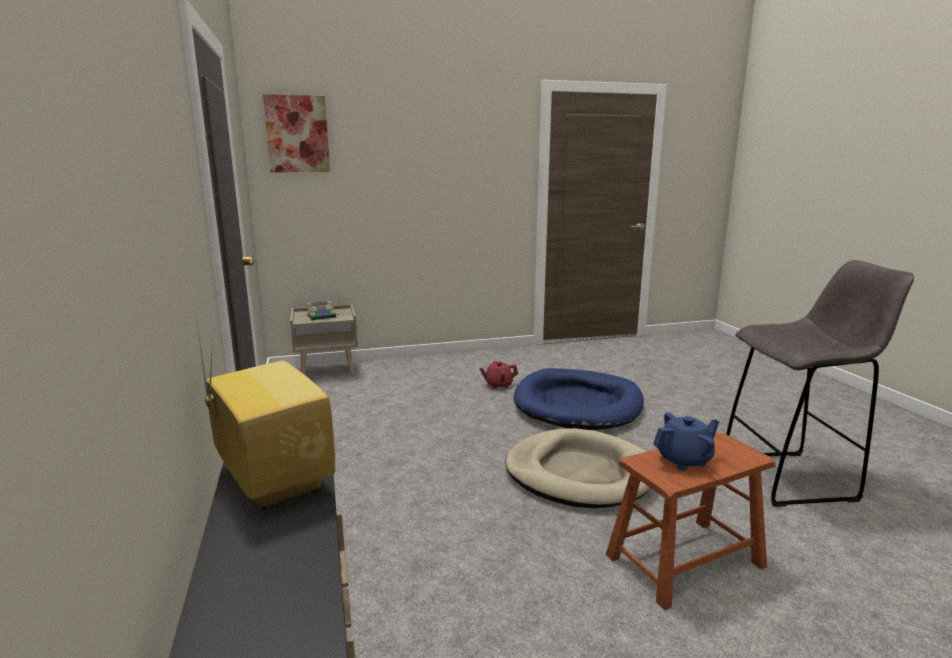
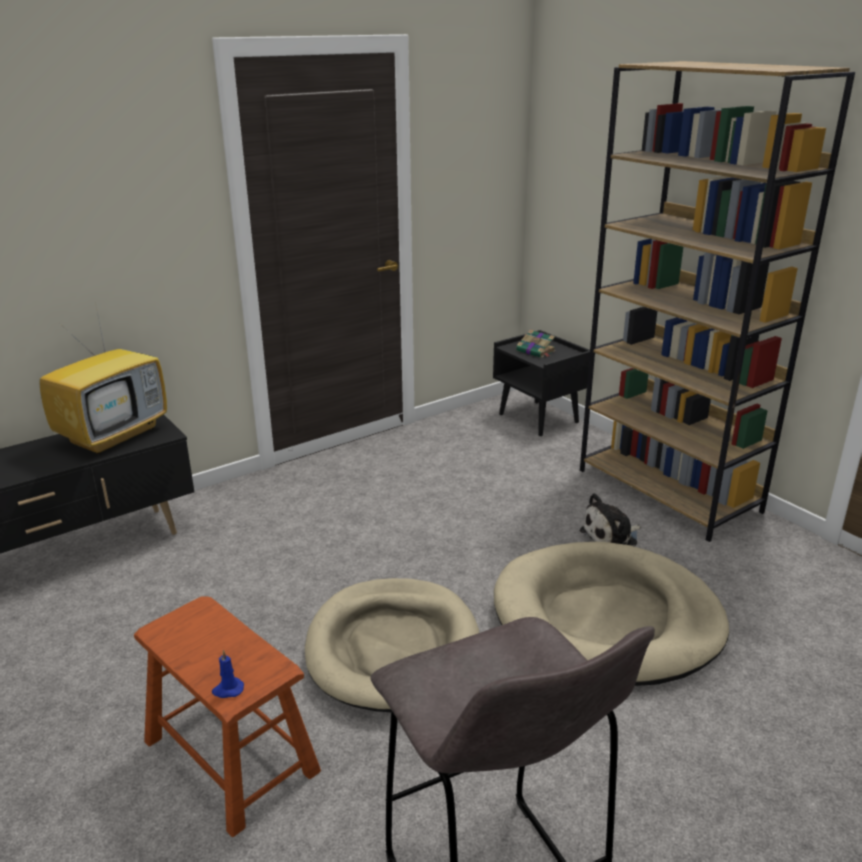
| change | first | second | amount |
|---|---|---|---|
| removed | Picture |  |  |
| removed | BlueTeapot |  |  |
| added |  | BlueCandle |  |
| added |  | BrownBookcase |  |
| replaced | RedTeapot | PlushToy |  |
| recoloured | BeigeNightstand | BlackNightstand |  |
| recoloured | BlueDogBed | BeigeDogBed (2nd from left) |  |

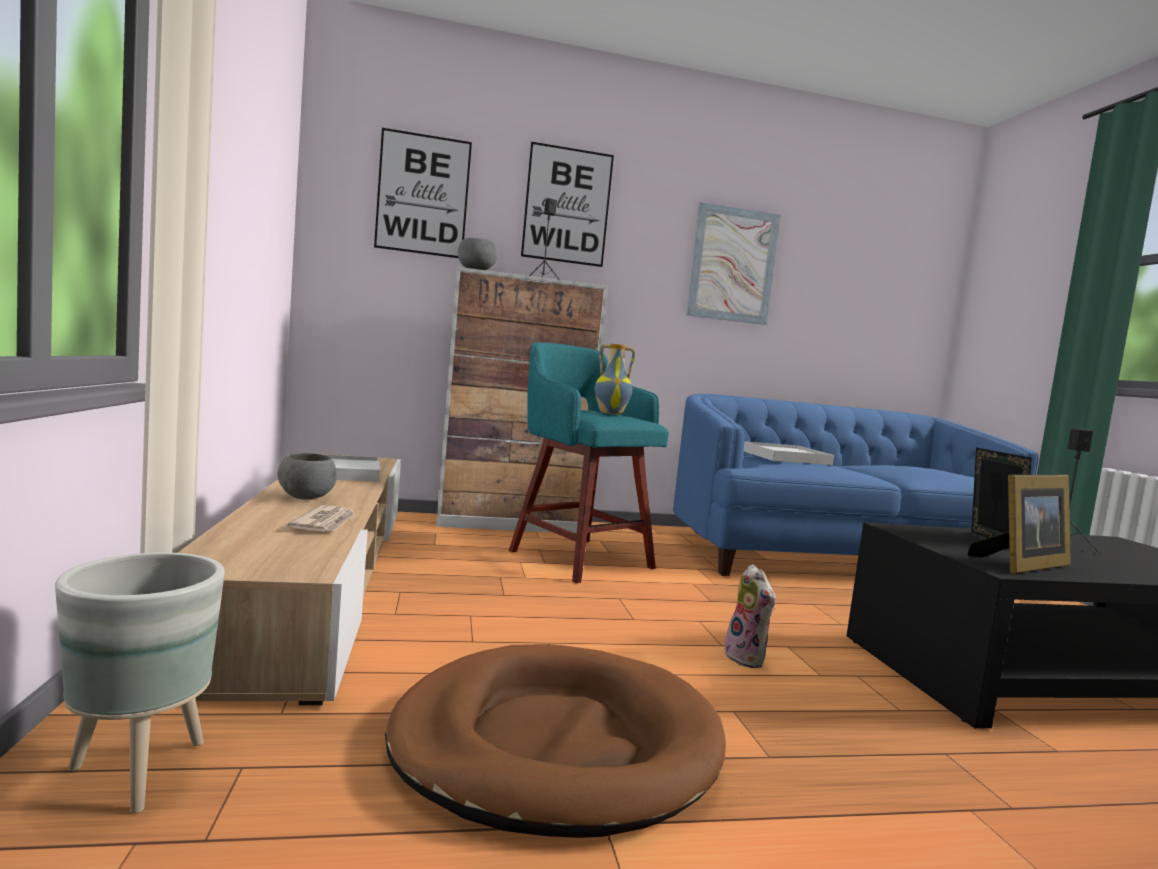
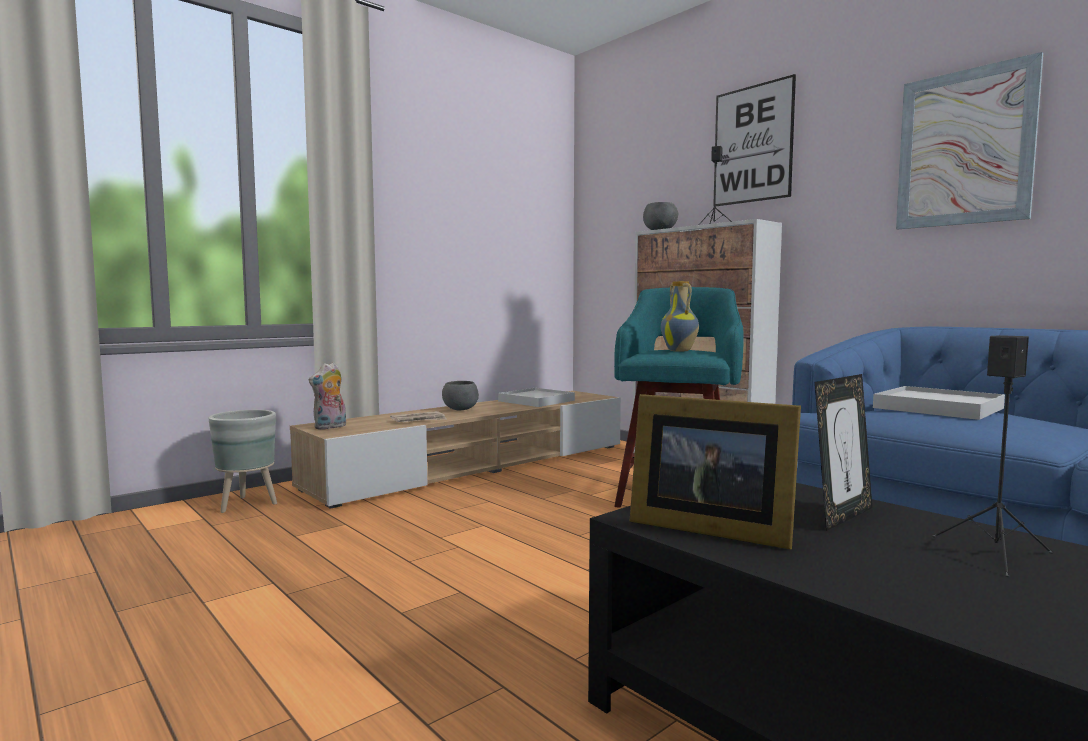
| change | first | second | amount |
|---|---|---|---|
| removed | Picture (1st from left) |  |  |
| removed | BrownDogBed |  |  |
| moved | PlushToy |  |  |

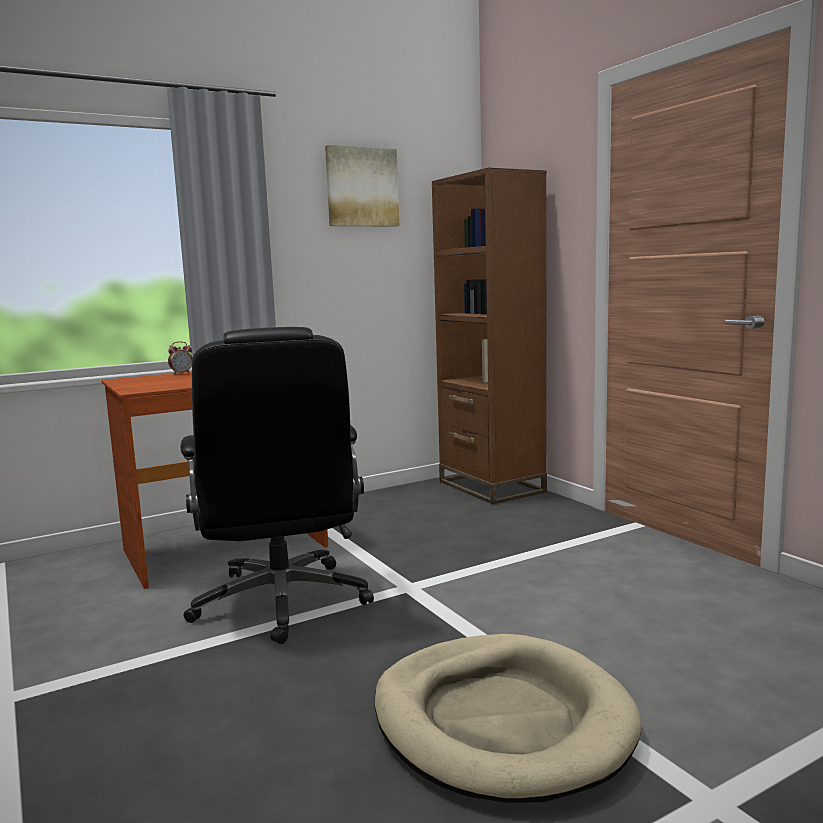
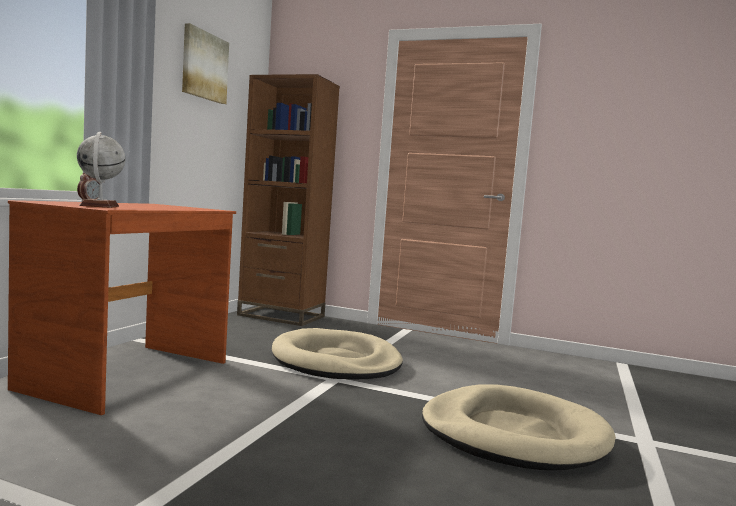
| change | first | second | amount |
|---|---|---|---|
| removed | BlackOfficeChair |  |  |
| added |  | Globe |  |
| added |  | BeigeDogBed (1st from left) |  |

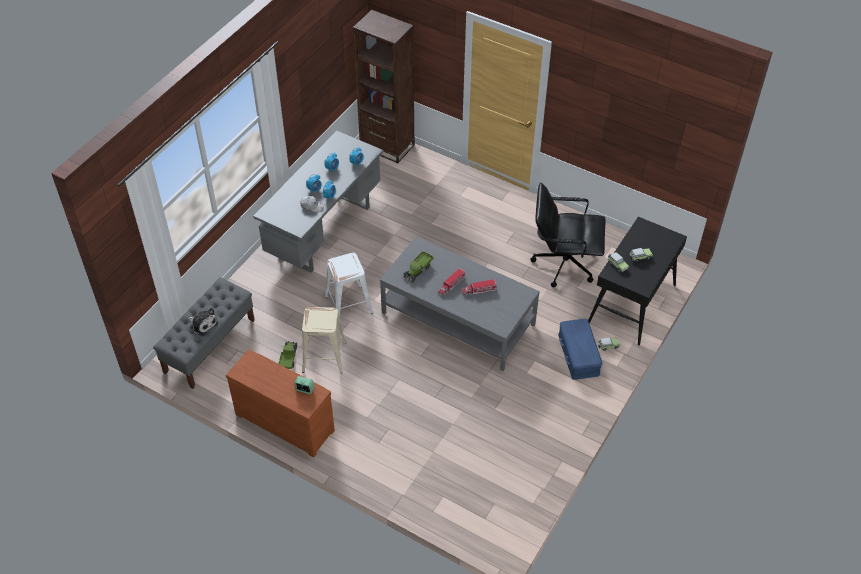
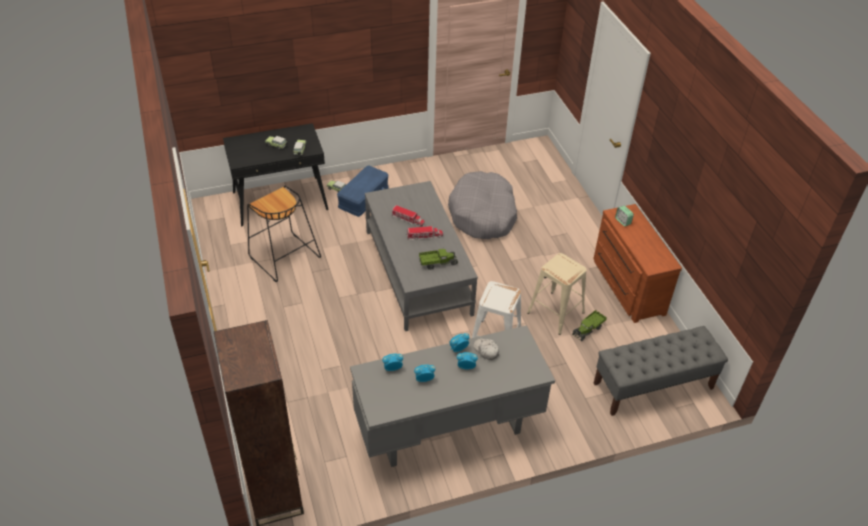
| change | first | second | amount |
|---|---|---|---|
| removed | PlushToy |  |  |
| added |  | GreyDogBed |  |
| replaced | BlackOfficeChair | BlackStool |  |

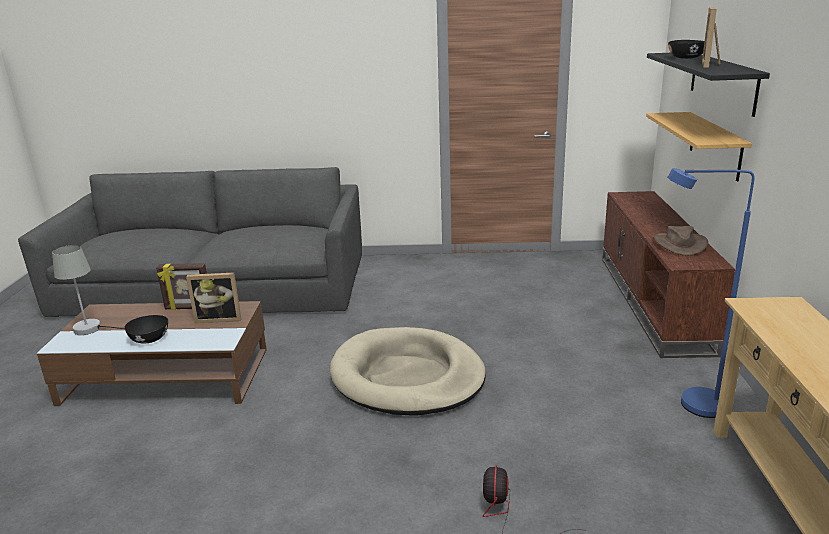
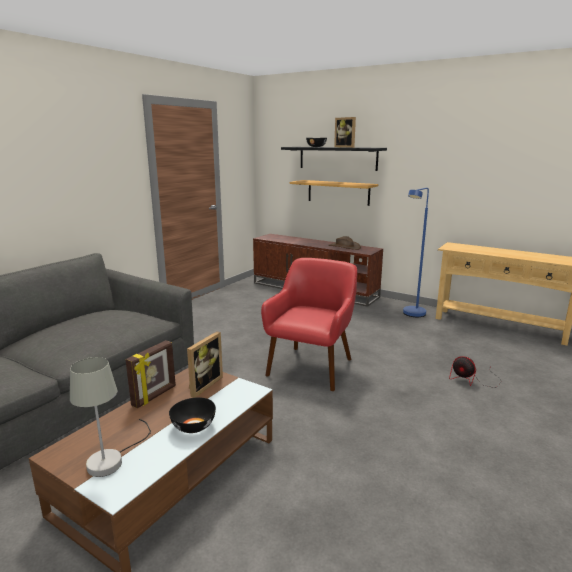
| change | first | second | amount |
|---|---|---|---|
| replaced | BeigeDogBed | RedArmchair |  |

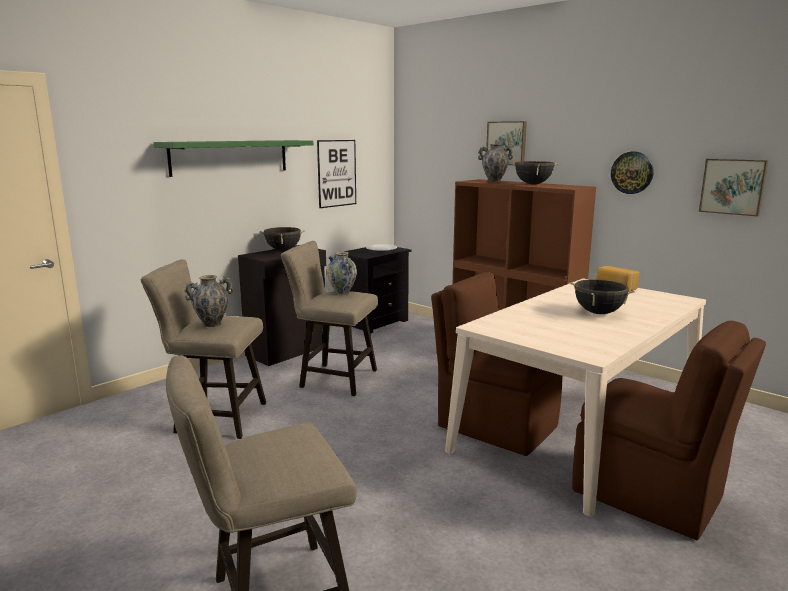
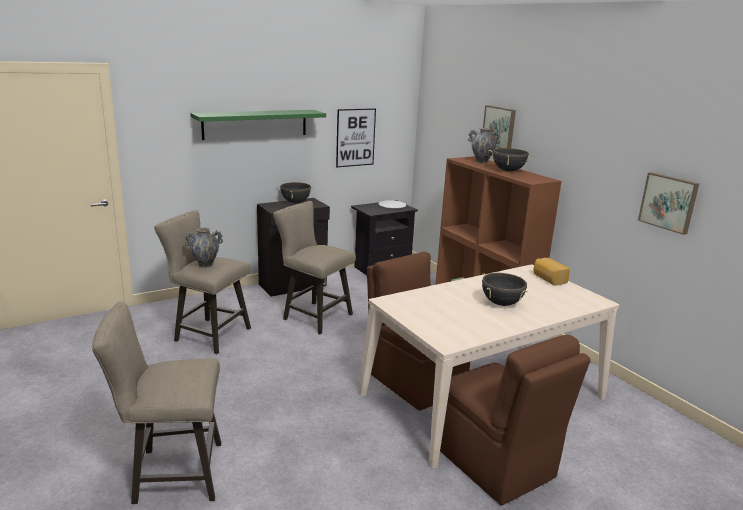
| change | first | second | amount |
|---|---|---|---|
| removed | Vase (2nd from left) |  |  |
| removed | WallClock |  |  |

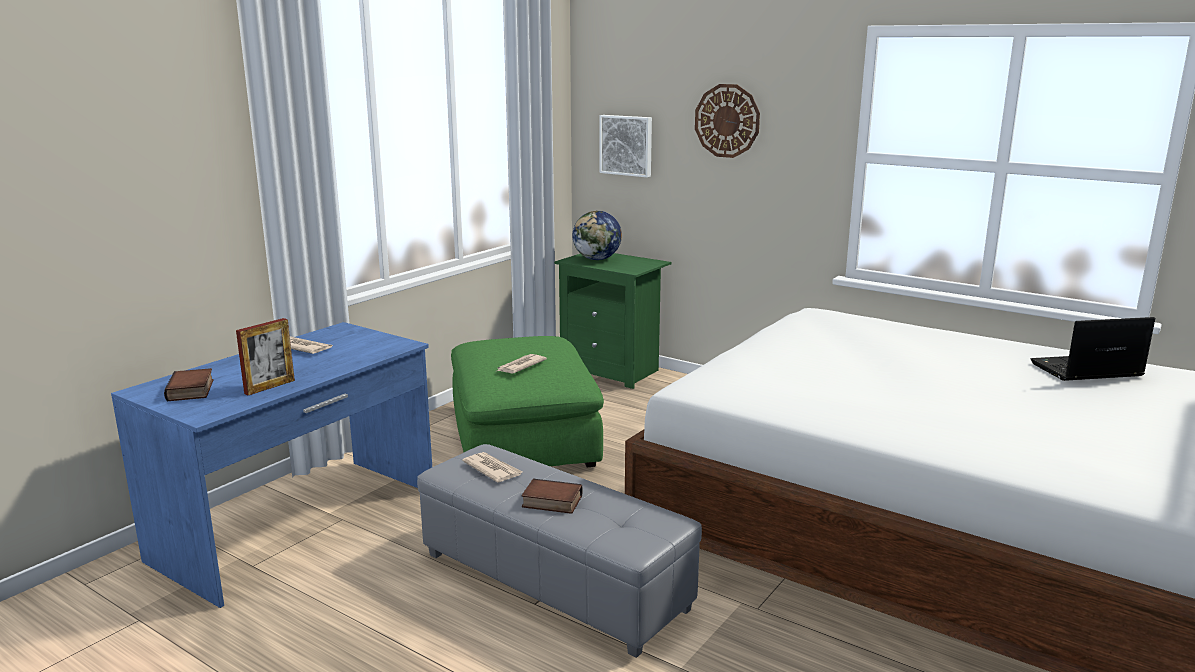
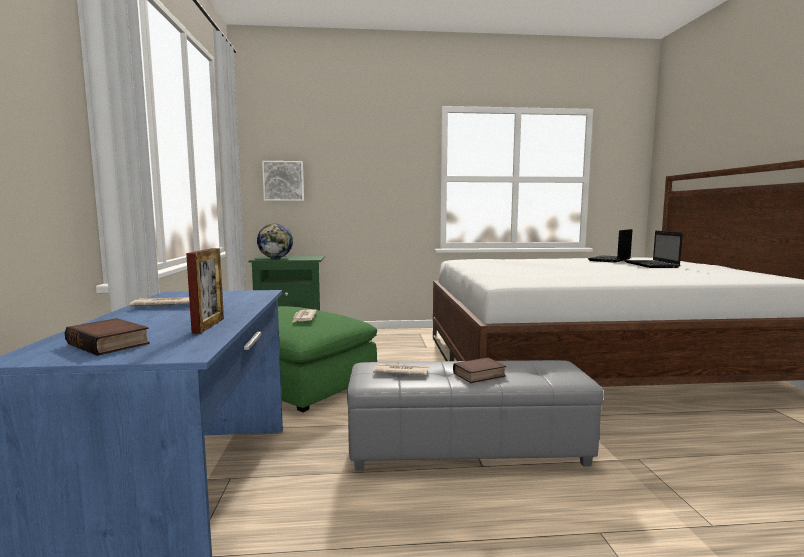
| change | first | second | amount |
|---|---|---|---|
| removed | WallClock |  |  |
| added |  | Laptop (2nd from left) |  |

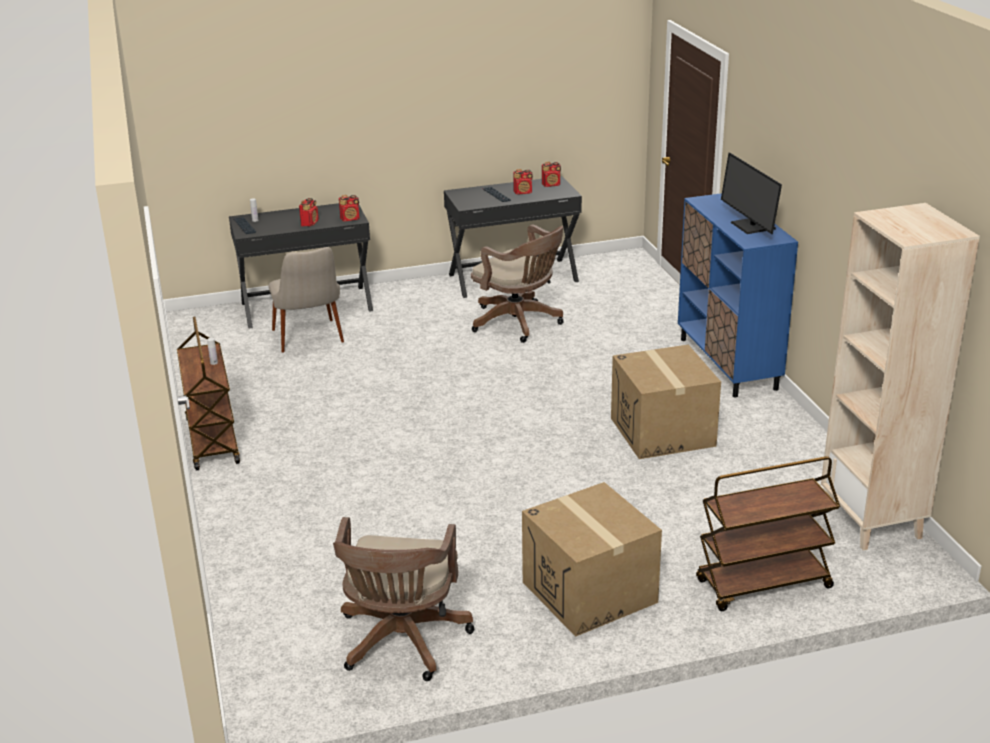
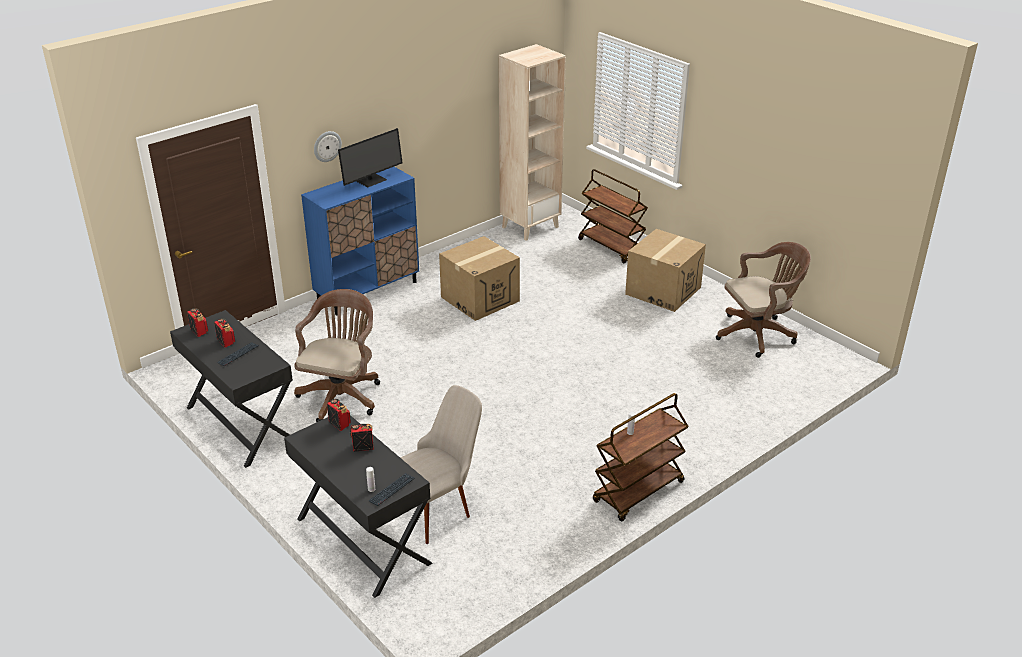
| change | first | second | amount |
|---|---|---|---|
| added |  | WallClock |  |

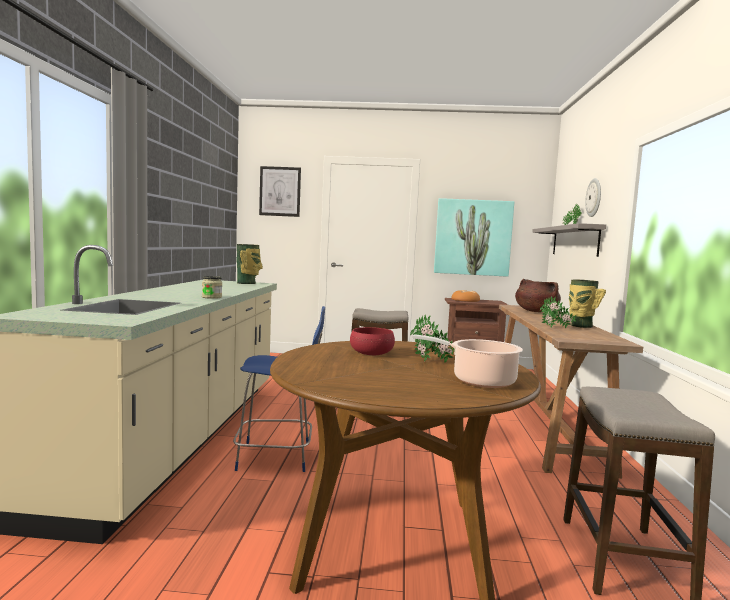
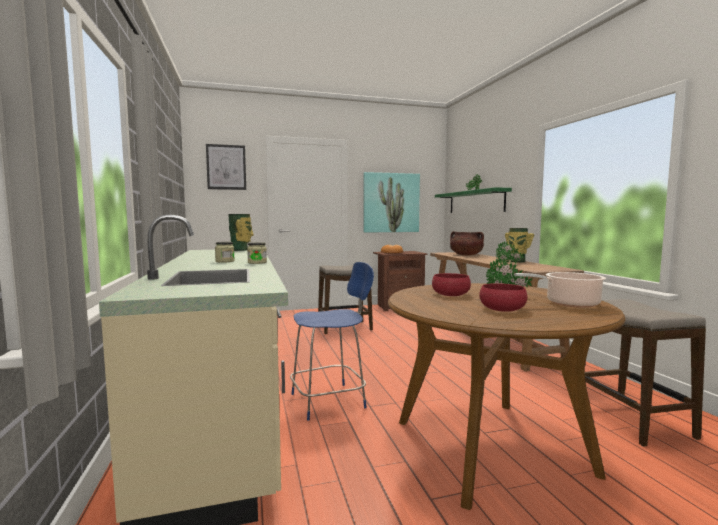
| change | first | second | amount |
|---|---|---|---|
| removed | WallClock |  |  |
| added |  | Jar (1st from left) |  |
| added |  | RedBowl (2nd from left) |  |
| recoloured | GreyShelf | GreenShelf |  |

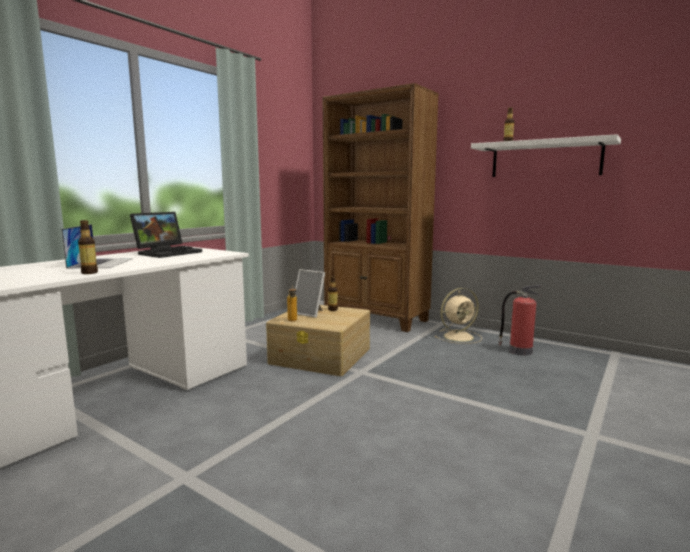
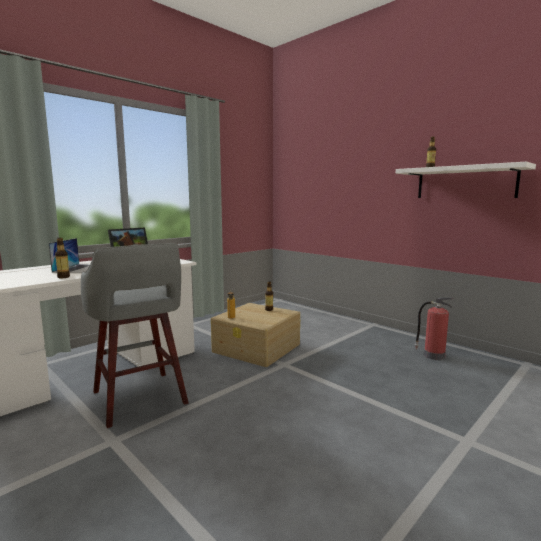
| change | first | second | amount |
|---|---|---|---|
| removed | PictureFrame |  |  |
| removed | BrownBookcase |  |  |
| removed | BeigeFan |  |  |
| added |  | GreyStool |  |

